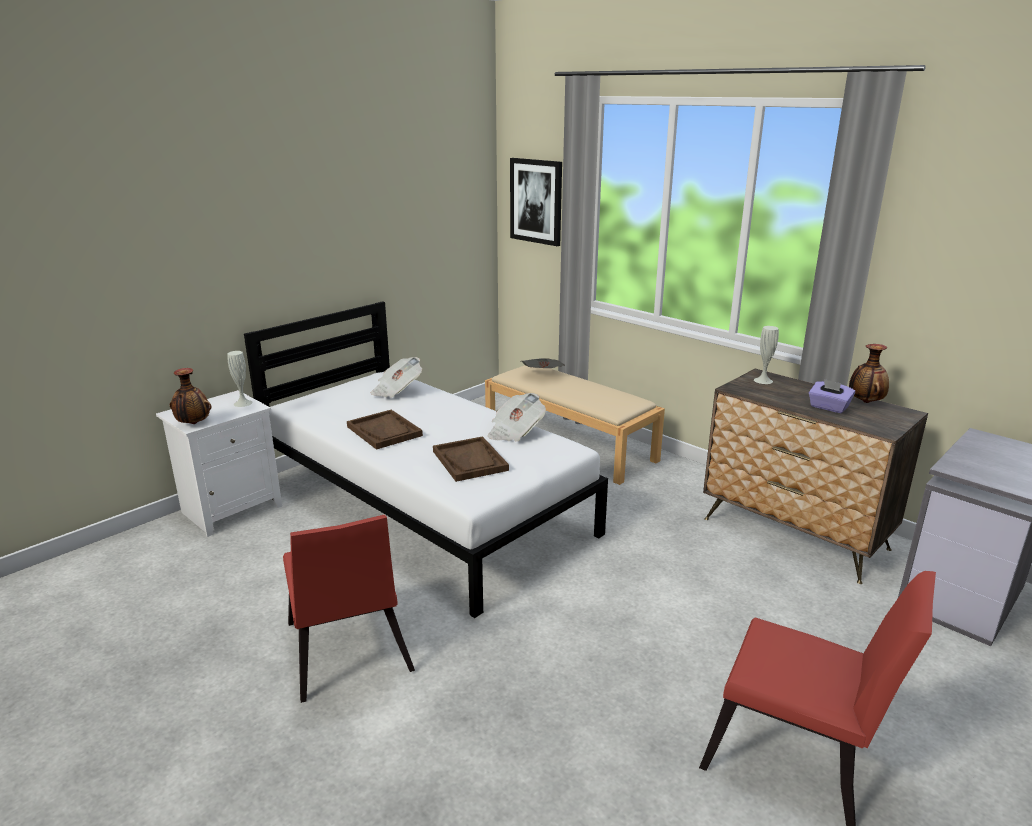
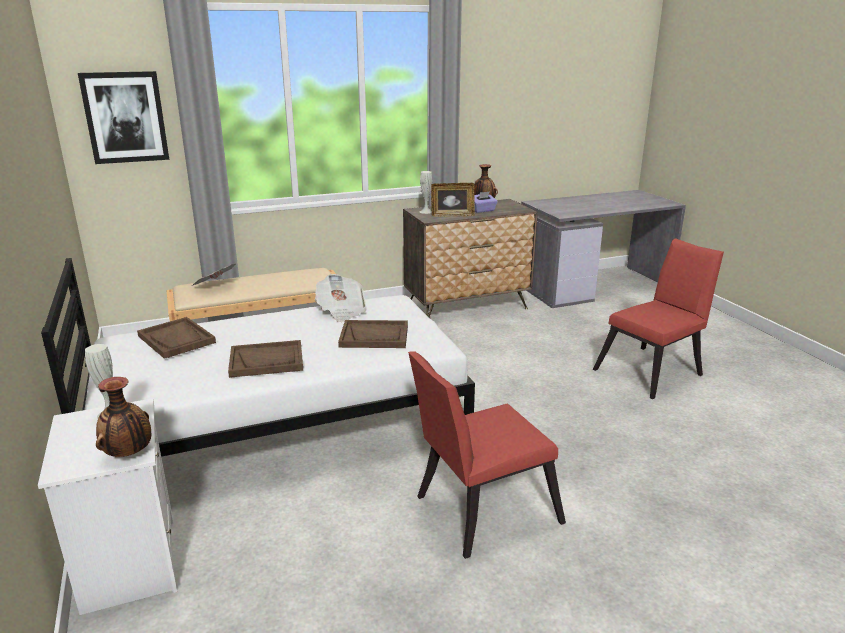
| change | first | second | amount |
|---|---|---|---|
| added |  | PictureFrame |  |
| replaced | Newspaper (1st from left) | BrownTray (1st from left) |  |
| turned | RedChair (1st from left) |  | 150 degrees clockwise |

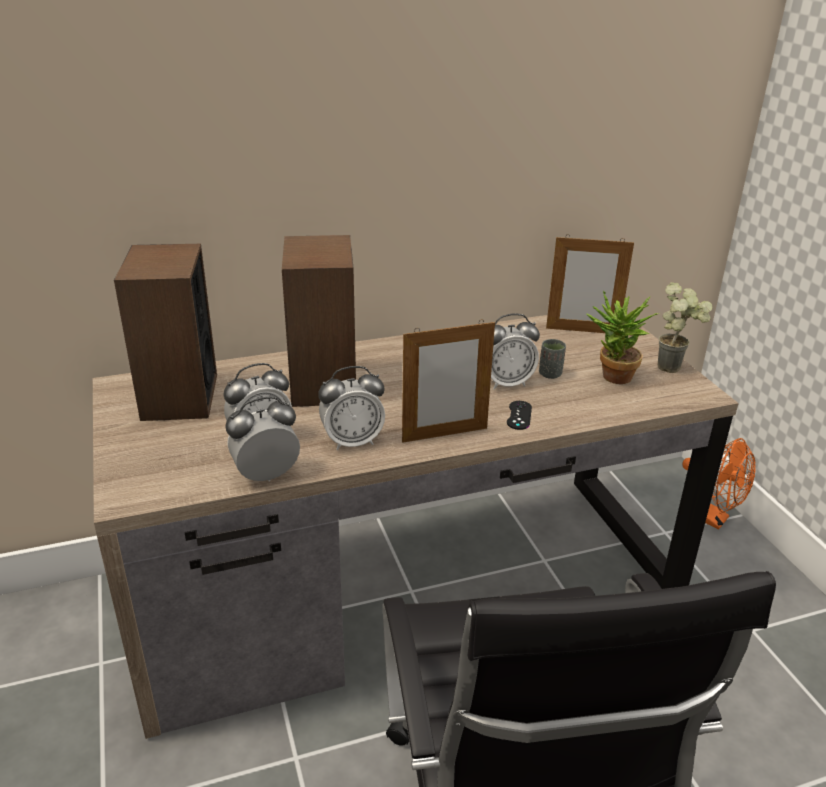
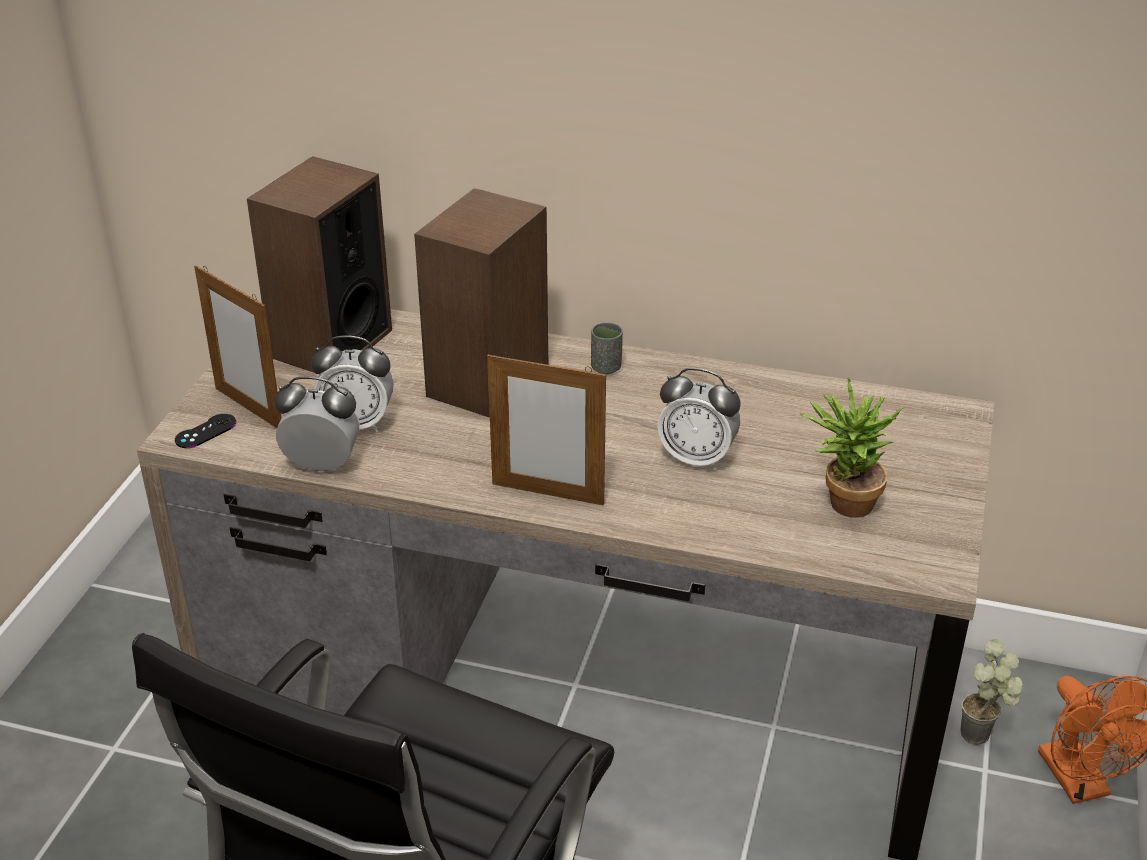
| change | first | second | amount |
|---|---|---|---|
| removed | AlarmClock (3rd from left) |  |  |
| moved | BlackGameController |  |  |
| moved | GreyCup |  |  |
| moved | PictureFrame (2nd from left in the first image) | PictureFrame (1st from left) |  |
| moved | PottedPlant (2nd from left) |  |  |

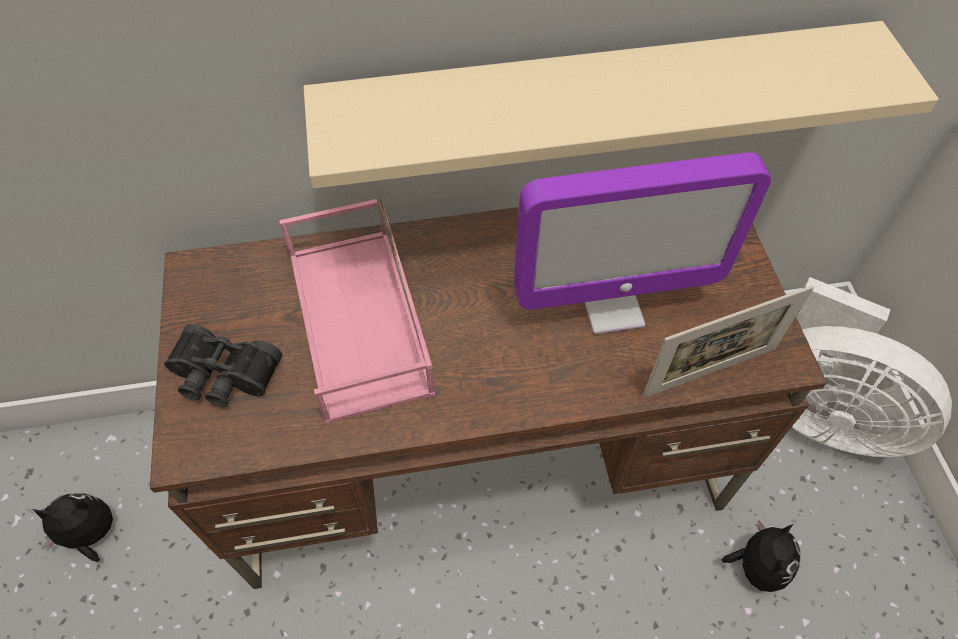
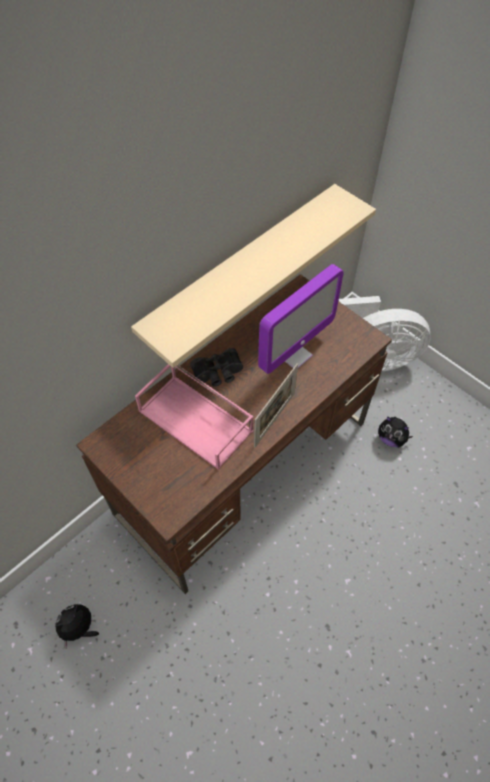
| change | first | second | amount |
|---|---|---|---|
| moved | BlackBinoculars |  |  |
| moved | PictureFrame |  |  |
| turned | PlushToy (2nd from left) |  | 135 degrees clockwise |

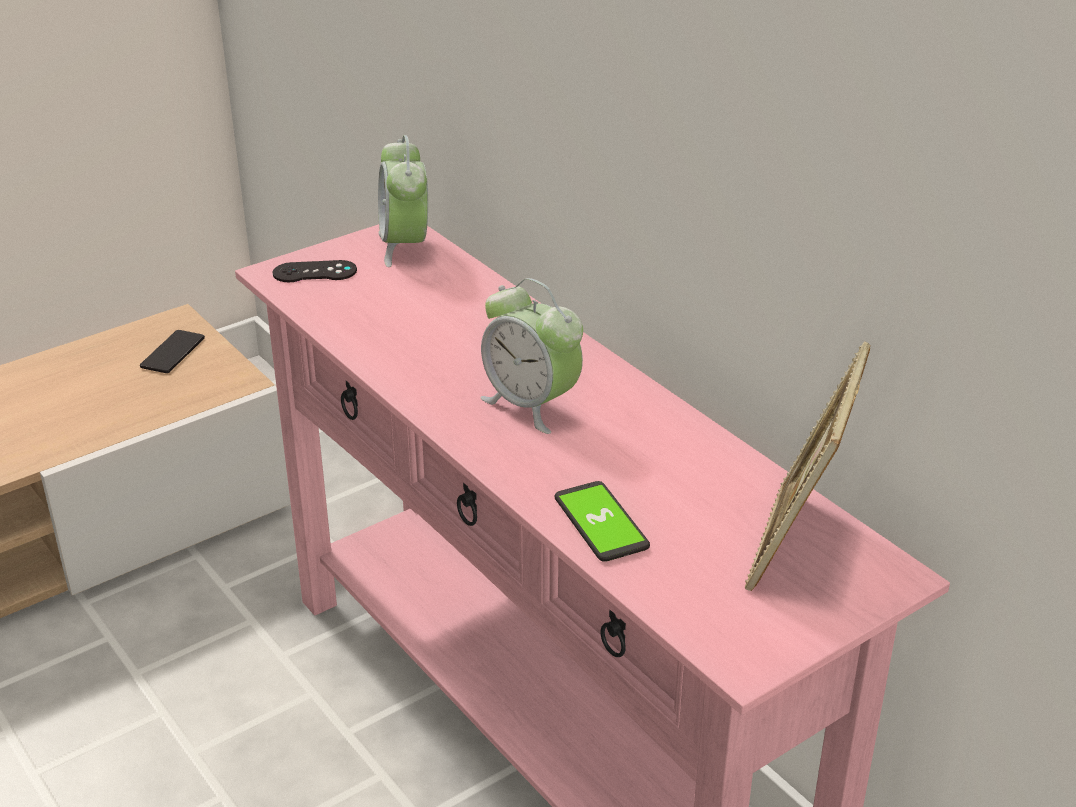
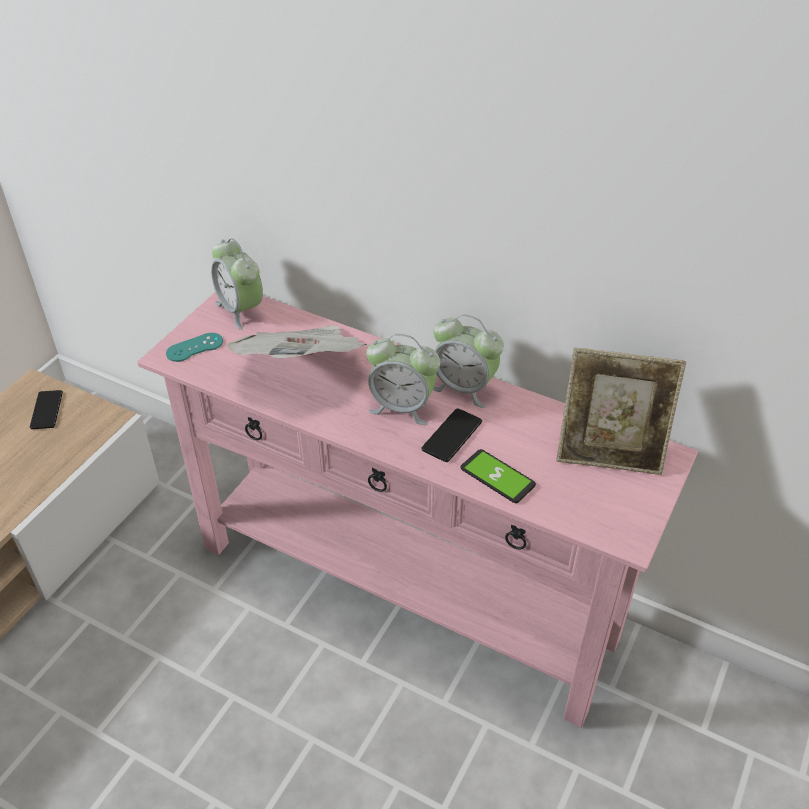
| change | first | second | amount |
|---|---|---|---|
| added |  | Newspaper |  |
| added |  | Phone (2nd from left) |  |
| added |  | AlarmClock (3rd from left) |  |
| recoloured | BlackGameController | TurquoiseGameController |  |
| turned | PictureFrame |  | 75 degrees counterclockwise |

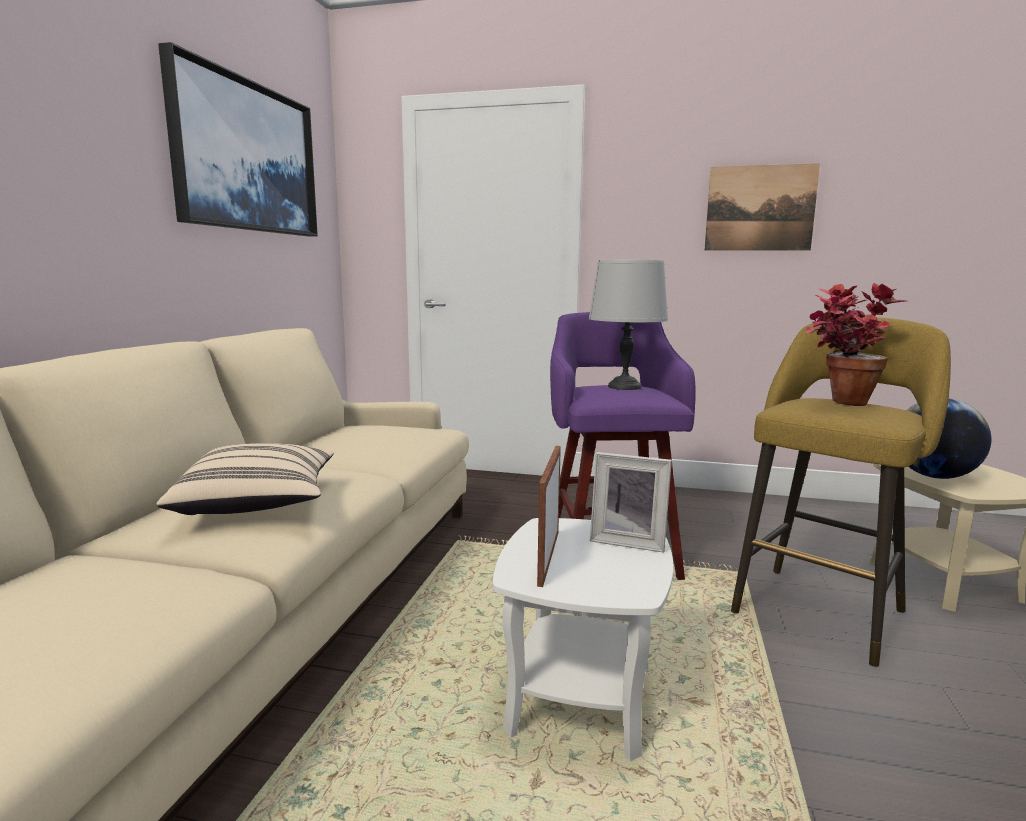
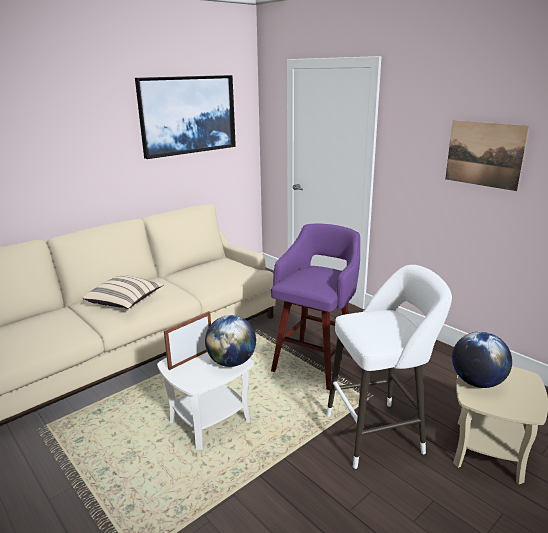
| change | first | second | amount |
|---|---|---|---|
| removed | GreyTableLamp |  |  |
| removed | PottedPlant |  |  |
| replaced | PictureFrame (2nd from left) | Globe (1st from left) |  |
| recoloured | YellowStool | WhiteStool |  |

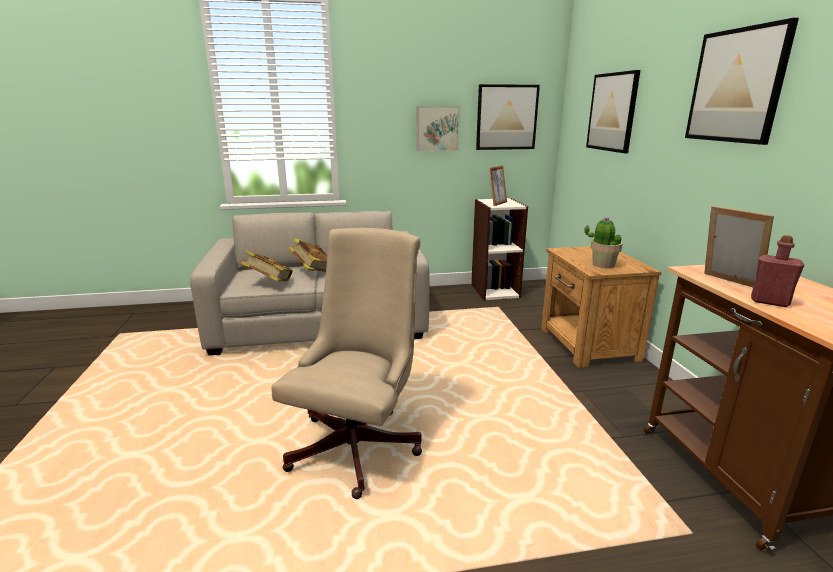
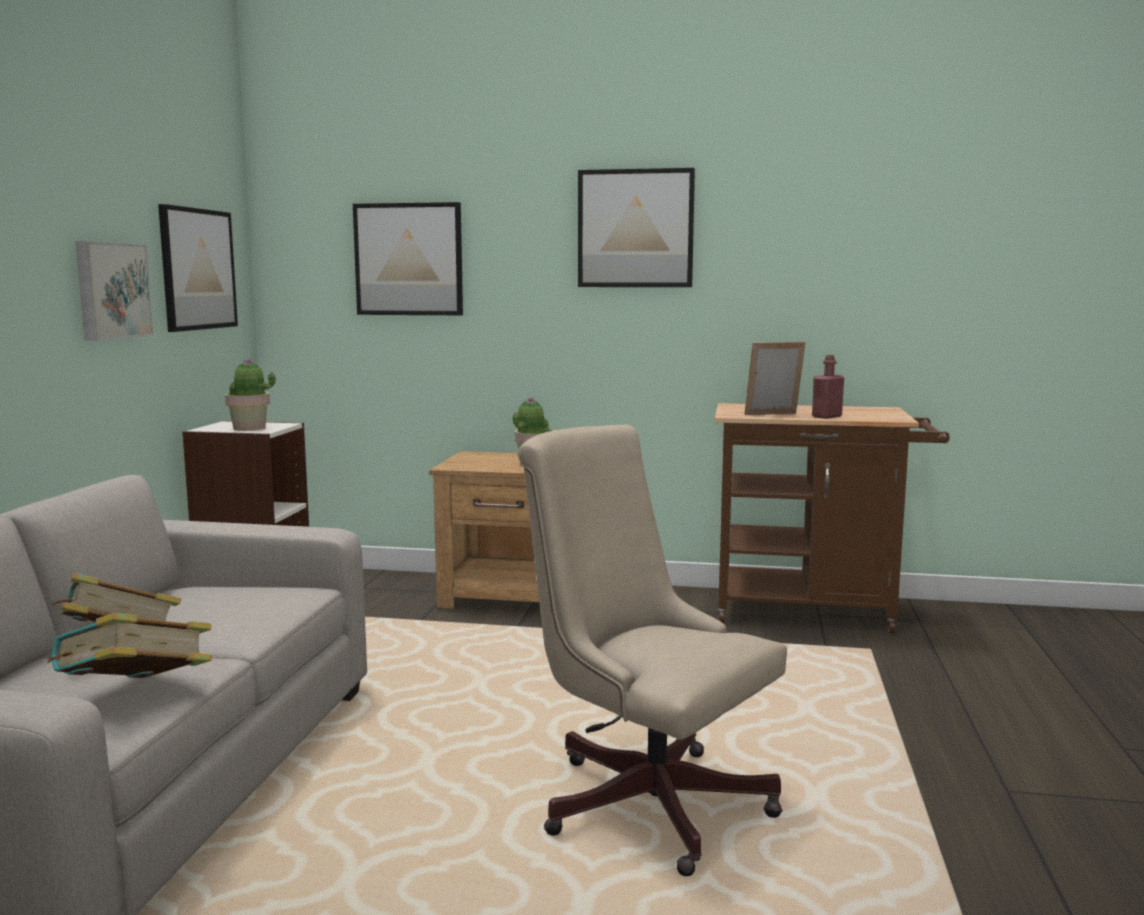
| change | first | second | amount |
|---|---|---|---|
| replaced | PictureFrame (1st from left) | PottedPlant (1st from left) |  |

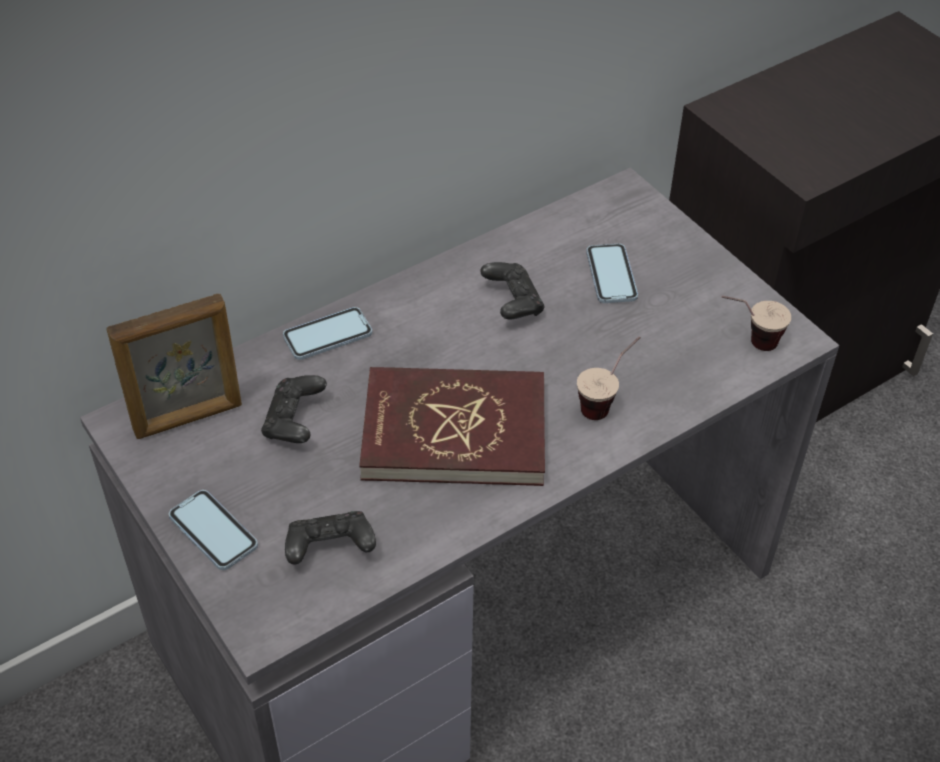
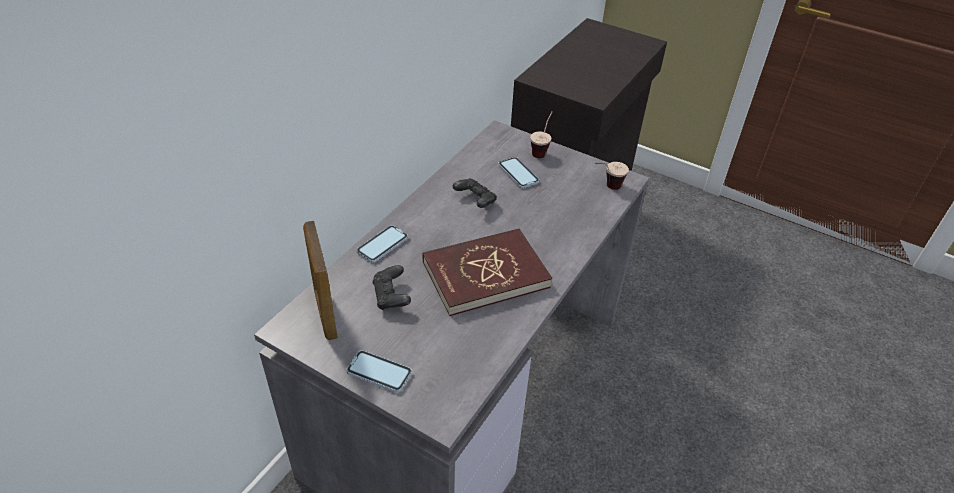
| change | first | second | amount |
|---|---|---|---|
| removed | BlackGameController (2nd from left) |  |  |
| moved | Cup (1st from left) |  |  |
| turned | PictureFrame |  | 120 degrees clockwise |

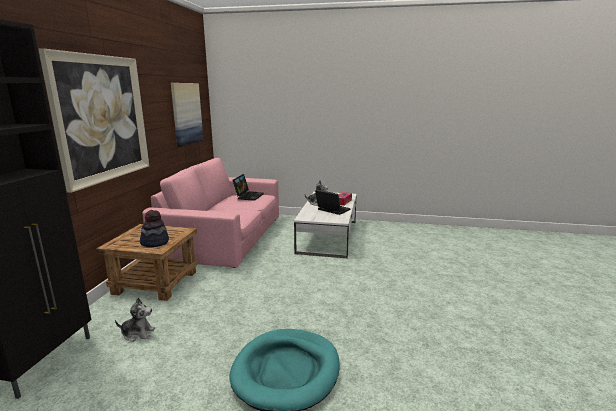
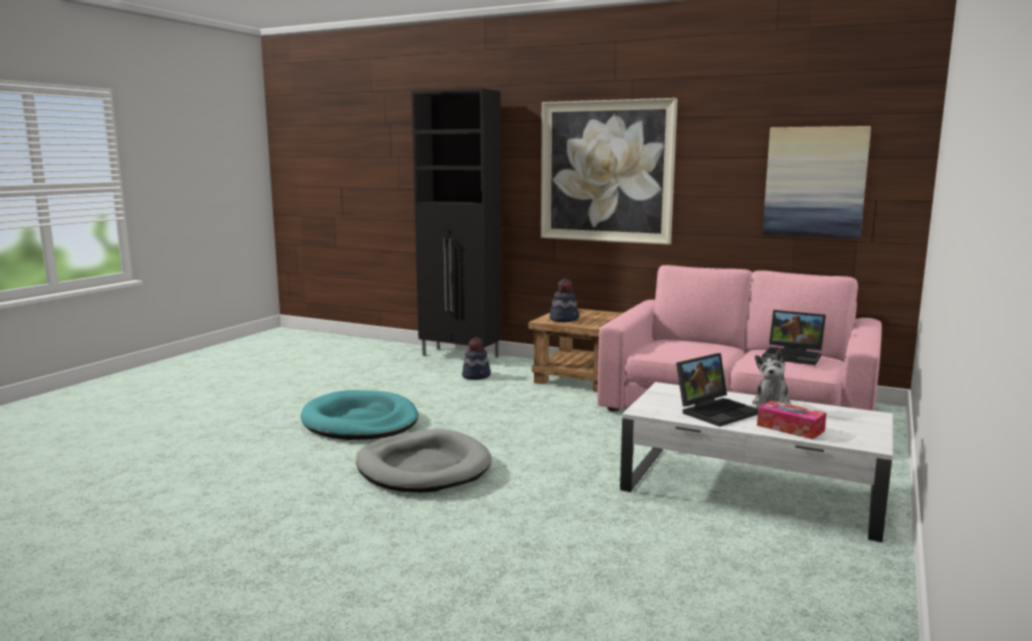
| change | first | second | amount |
|---|---|---|---|
| added |  | GreyDogBed |  |
| replaced | PlushToy (1st from left) | Hat (1st from left) |  |

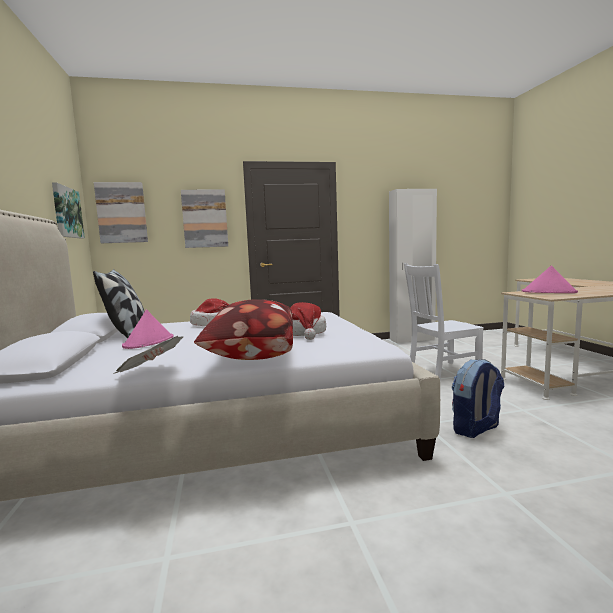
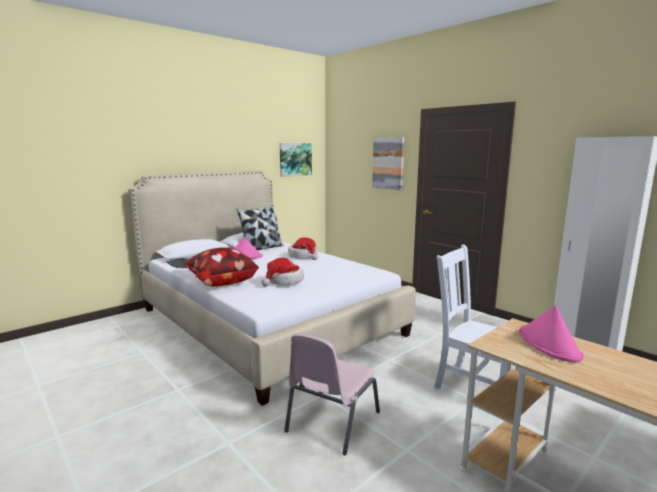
| change | first | second | amount |
|---|---|---|---|
| removed | Picture (2nd from left) |  |  |
| replaced | Backpack | PinkChair |  |

